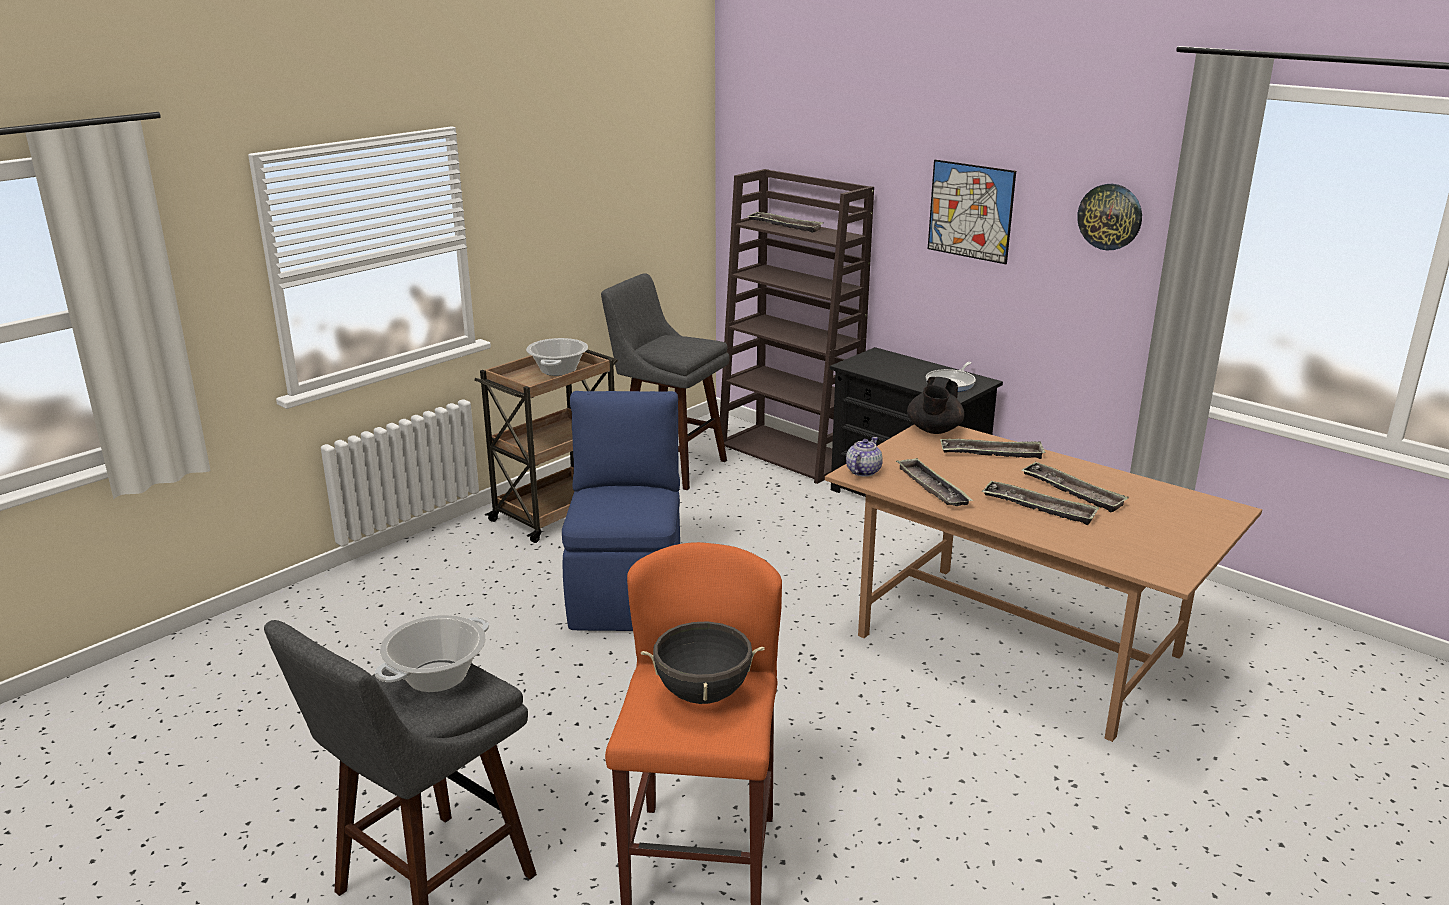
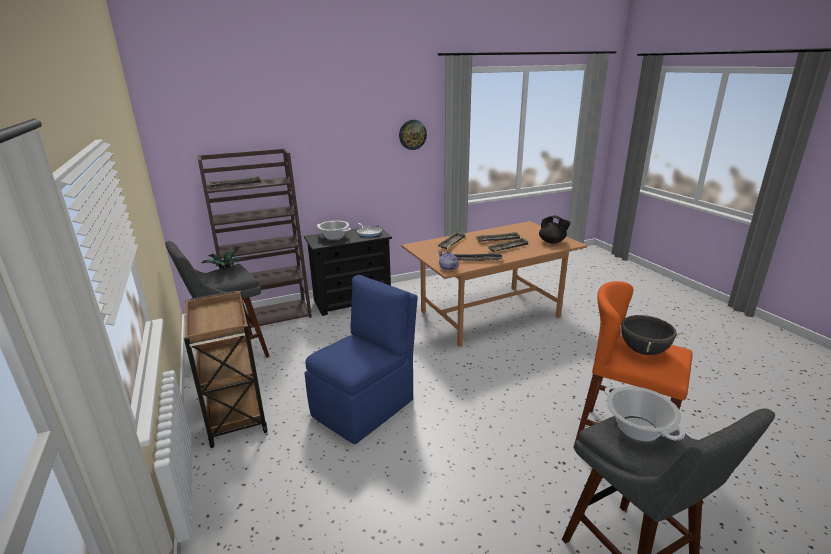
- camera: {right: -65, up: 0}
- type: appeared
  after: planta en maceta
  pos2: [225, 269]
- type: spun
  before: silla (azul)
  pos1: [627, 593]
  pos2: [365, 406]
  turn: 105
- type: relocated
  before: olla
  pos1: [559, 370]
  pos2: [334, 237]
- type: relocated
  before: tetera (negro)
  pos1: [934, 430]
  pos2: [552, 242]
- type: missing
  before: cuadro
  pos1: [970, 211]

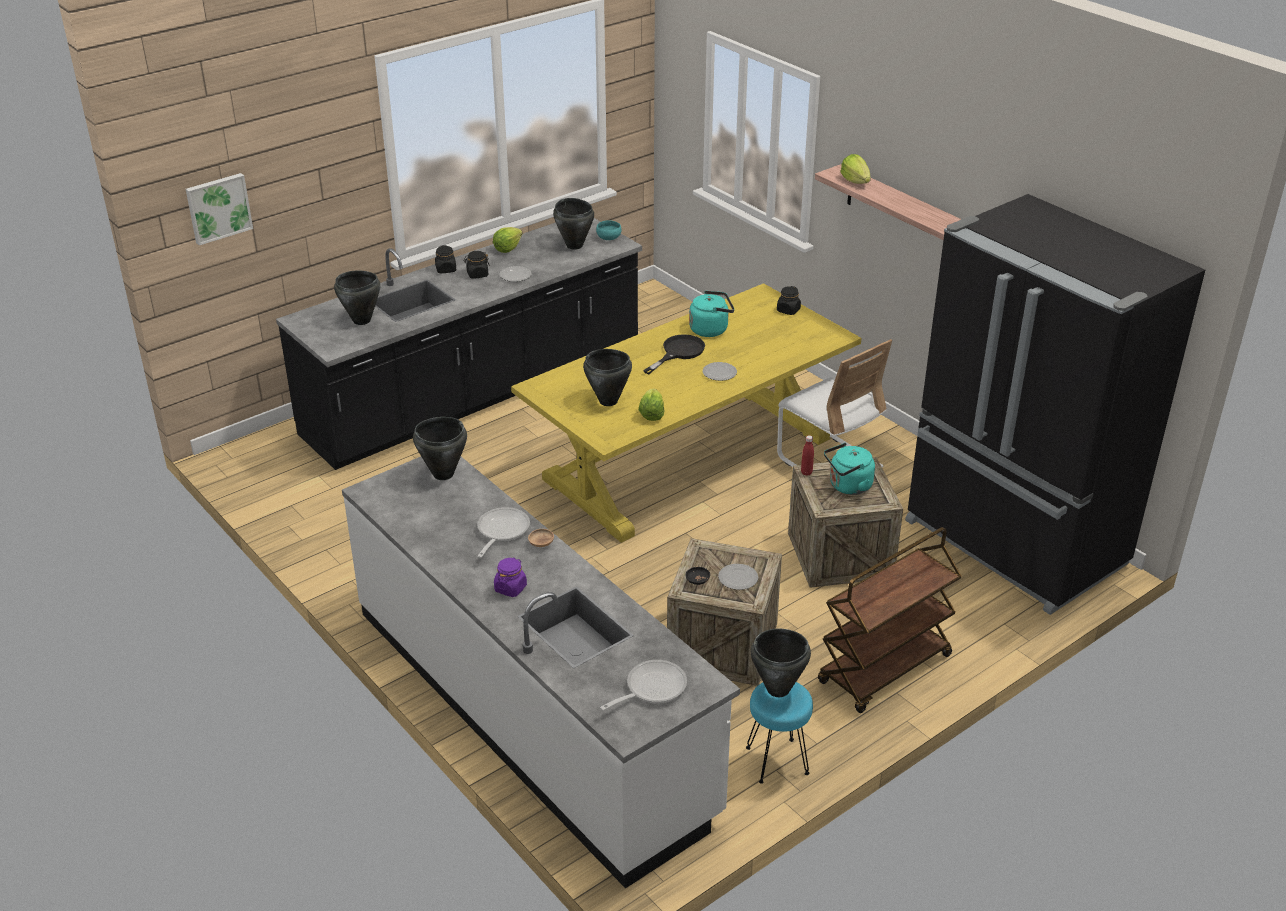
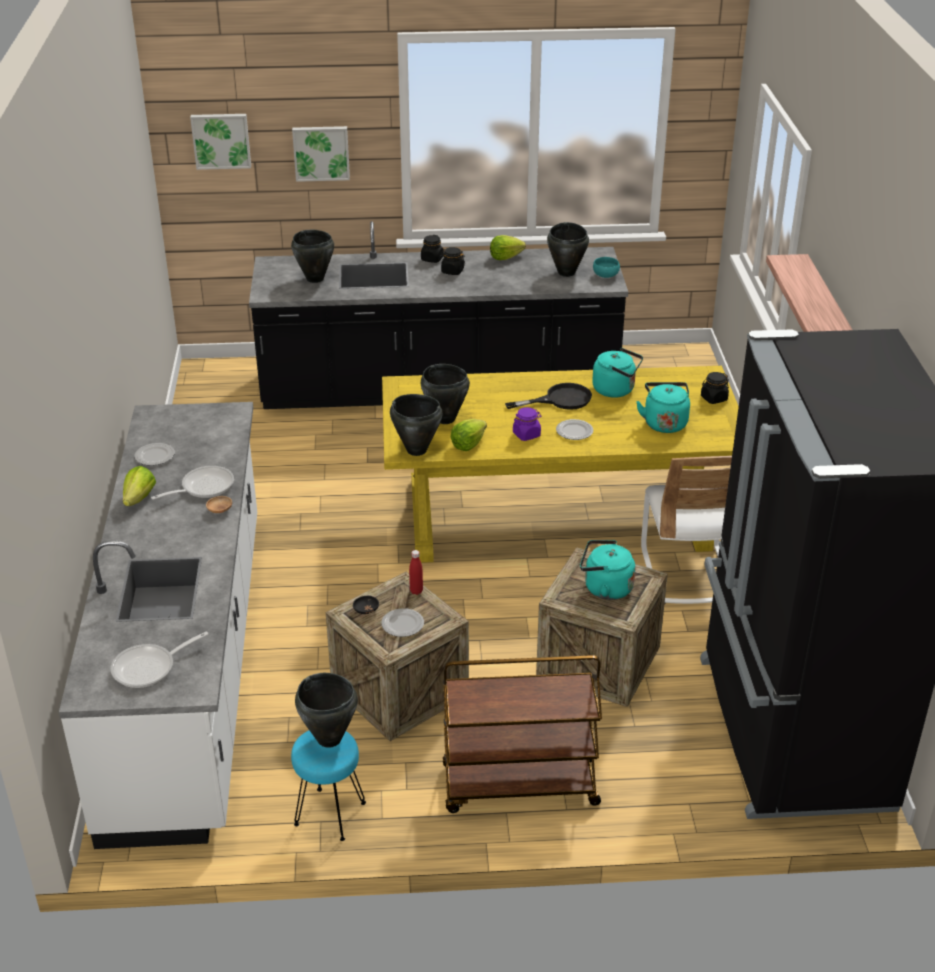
- camera: {right: 35, up: 0}
- type: spun
  before: sartén
  pos1: [651, 688]
  pos2: [149, 668]
  turn: 150
- type: relocated
  before: lechuga
  pos1: [855, 181]
  pos2: [139, 498]
- type: relocated
  before: plato
  pos1: [515, 275]
  pos2: [155, 456]
- type: appeared
  after: cuadro
  pos2: [321, 152]
- type: relocated
  before: olla (negro)
  pos1: [443, 474]
  pos2: [416, 450]
- type: relocated
  before: botella (rojo)
  pos1: [806, 472]
  pos2: [416, 591]
- type: relocated
  before: tarro (morado)
  pos1: [510, 588]
  pos2: [526, 434]
- type: appeared
  after: hervidor (turquesa)
  pos2: [664, 422]

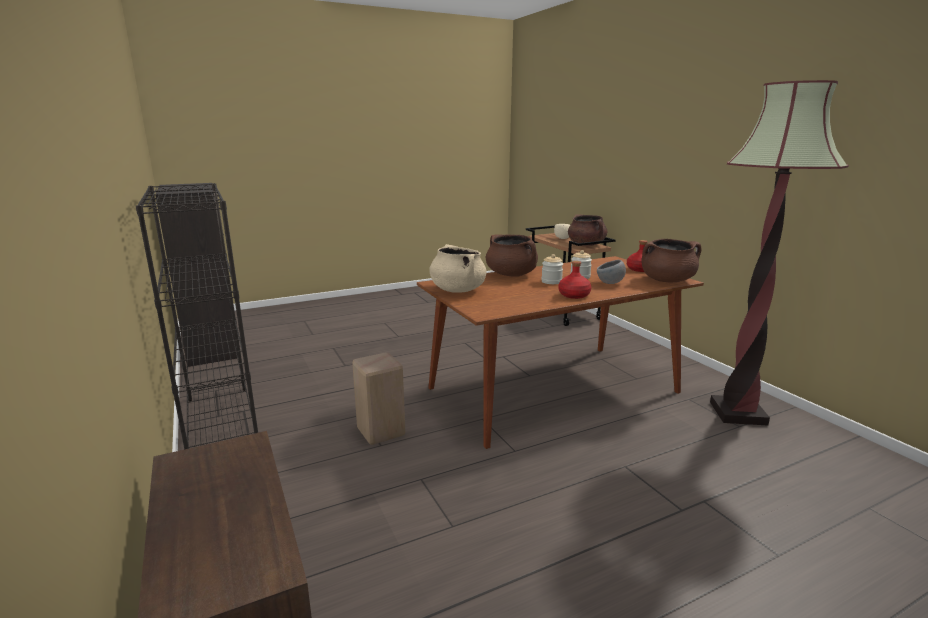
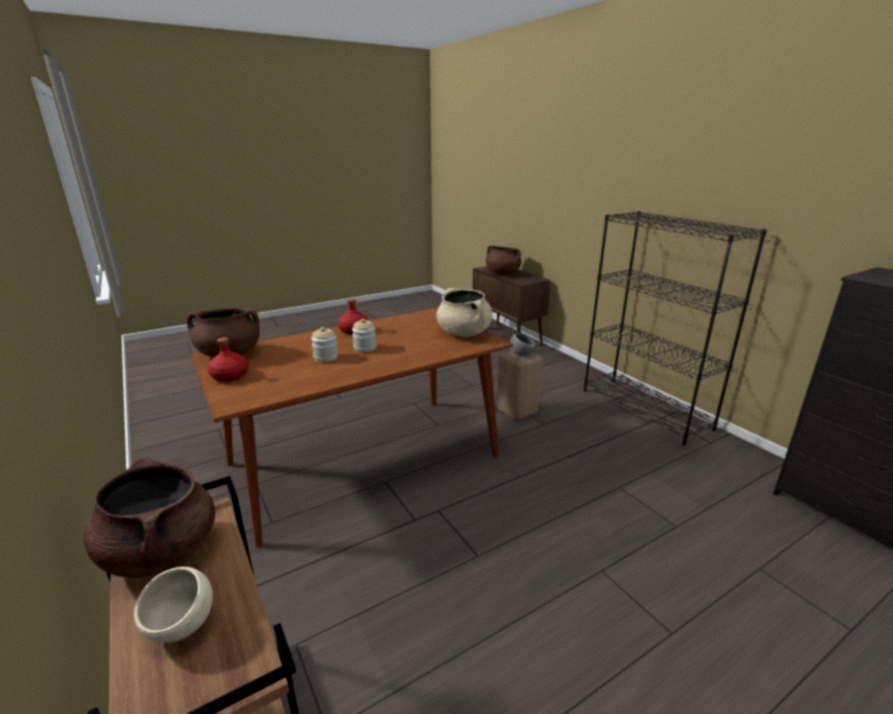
- camera: {right: 175, up: 5}
- type: relocated
  before: olla (marrón)
  pos1: [511, 274]
  pos2: [502, 273]
- type: relocated
  before: cuenco (gris)
  pos1: [610, 283]
  pos2: [521, 354]
- type: missing
  before: lámpara de pie
  pos1: [737, 413]

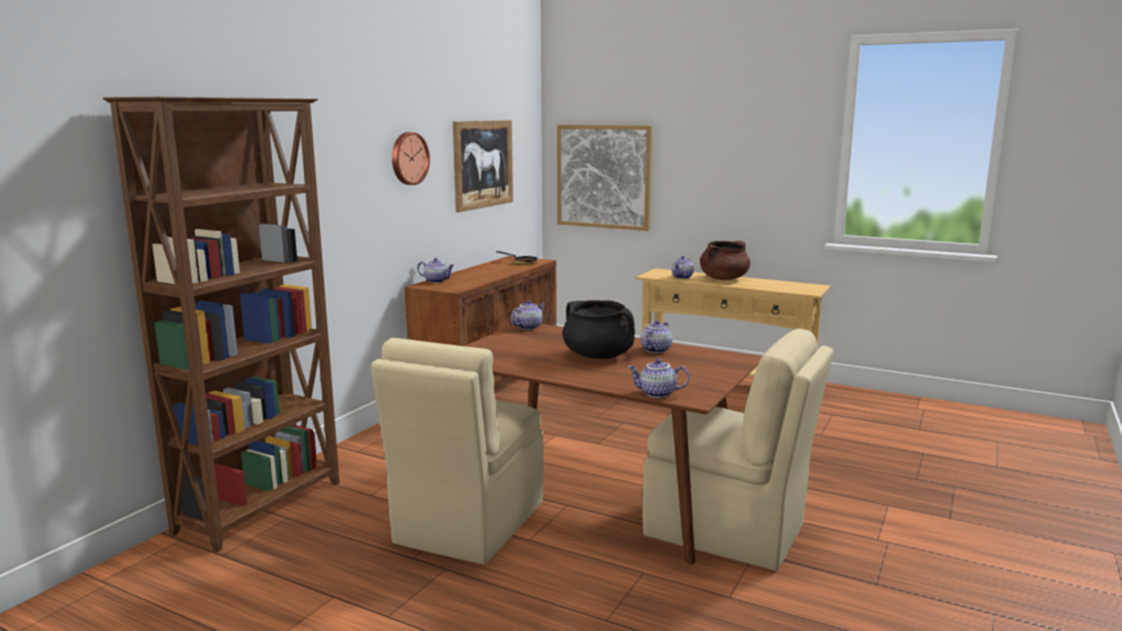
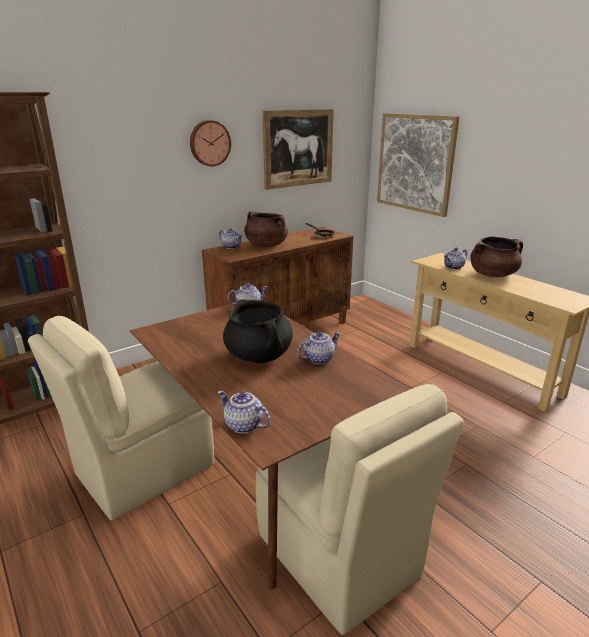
- camera: {right: 25, up: 10}
- type: appeared
  after: olla (marrón)
  pos2: [266, 245]

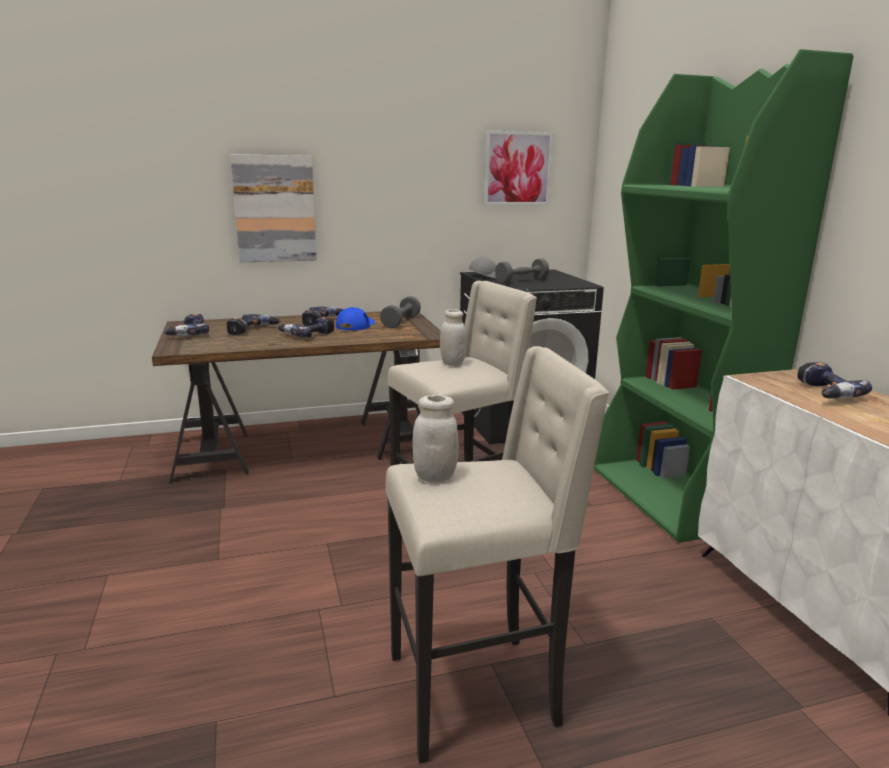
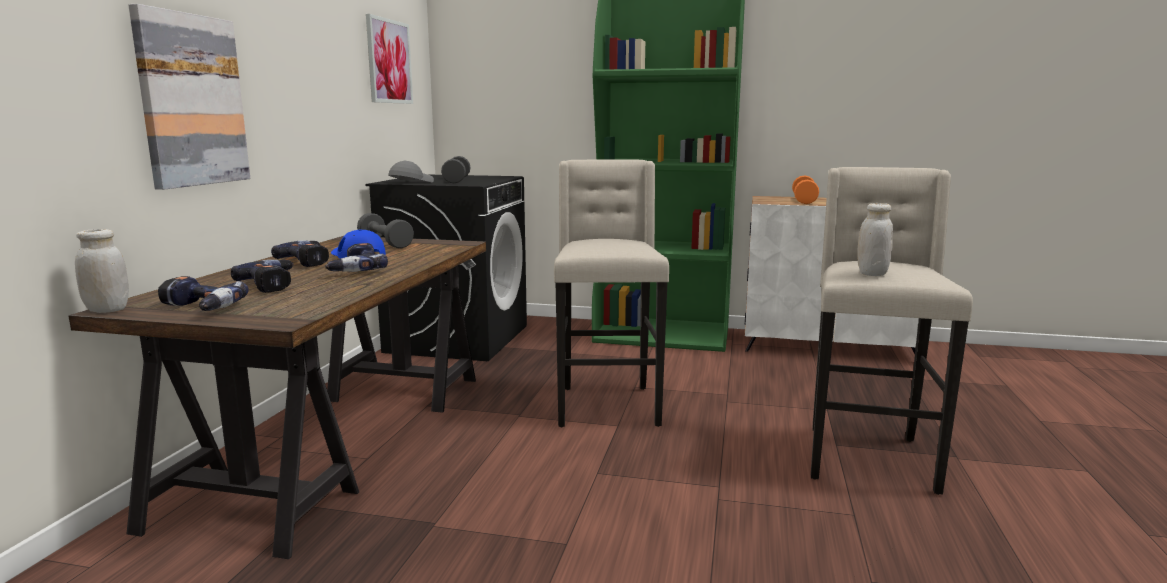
- camera: {right: -60, up: -5}
- type: relocated
  before: tarro (blanco)
  pos1: [452, 363]
  pos2: [107, 310]
- type: exchanged
  before: taladro
  after: mancuerna (naranja)
  pos1: [823, 393]
  pos2: [804, 200]

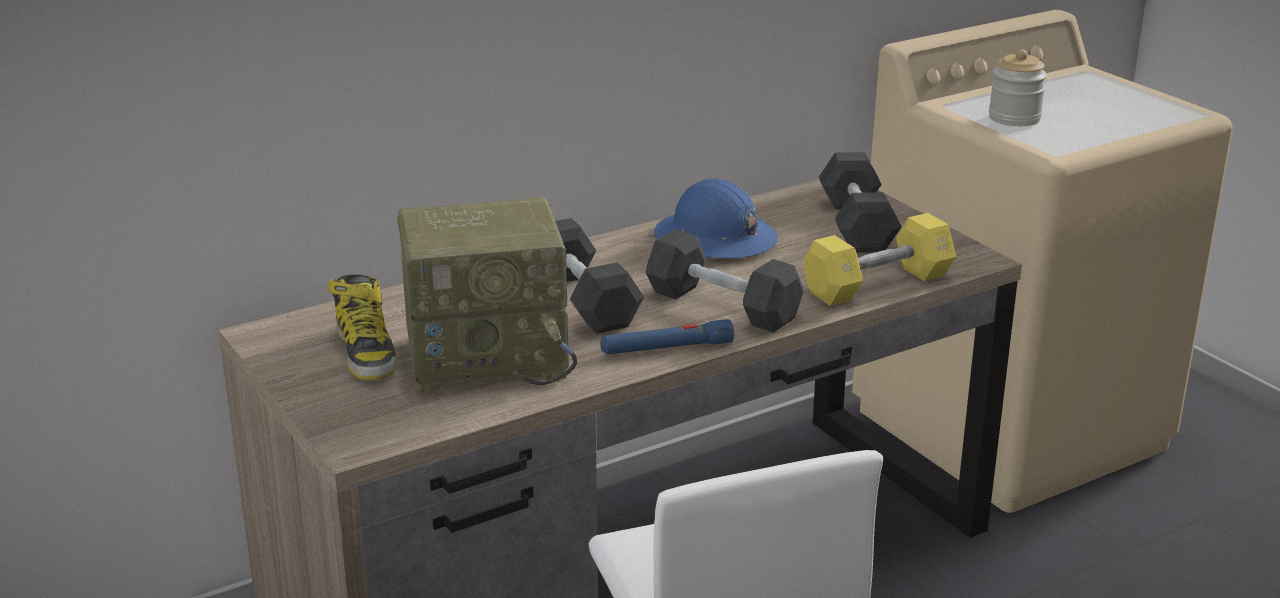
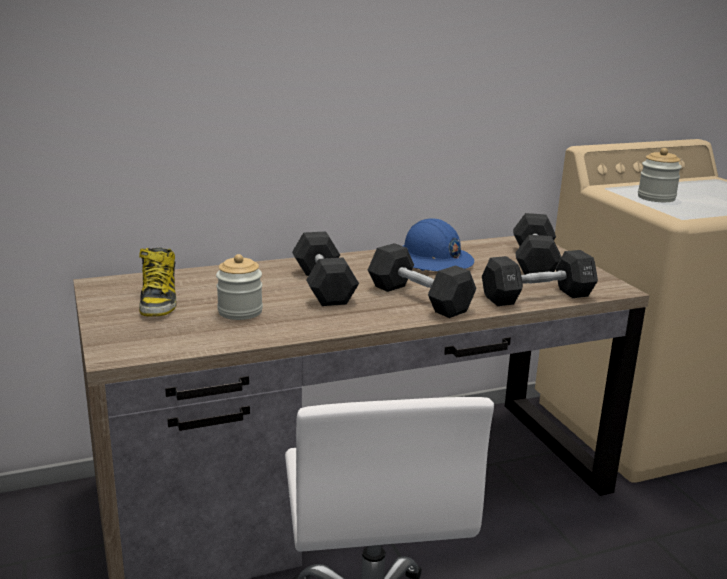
- camera: {right: 10, up: -5}
- type: exchanged
  before: radio
  after: tarro
  pos1: [489, 356]
  pos2: [240, 312]
- type: colour
  before: mancuerna (amarillo)
  after: mancuerna (negro)
  pos1: [877, 284]
  pos2: [537, 296]
- type: missing
  before: linterna (azul)
  pos1: [666, 348]

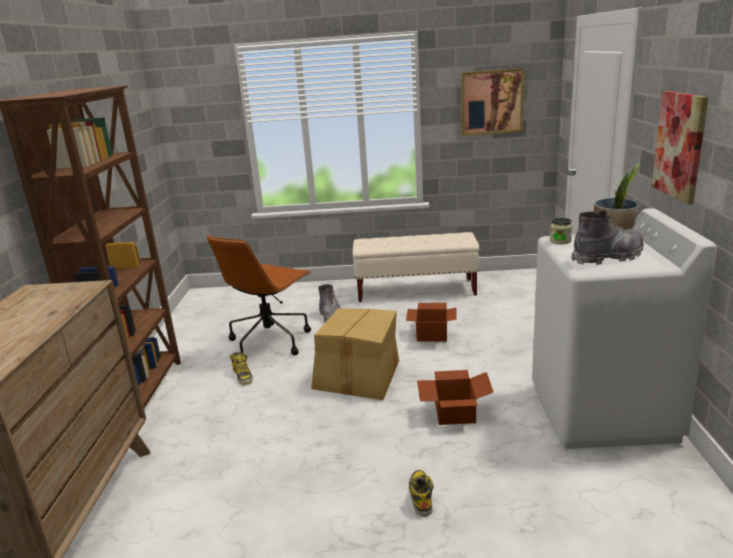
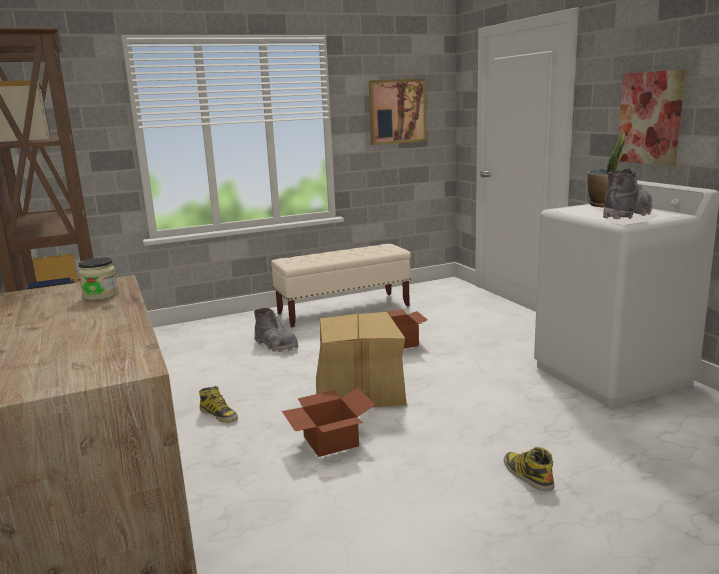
- camera: {right: -25, up: -5}
- type: relocated
  before: tarro
  pos1: [560, 241]
  pos2: [101, 295]
- type: relocated
  before: caja de cartón
  pos1: [453, 412]
  pos2: [329, 441]
- type: missing
  before: silla de oficina (marrón)
  pos1: [270, 341]

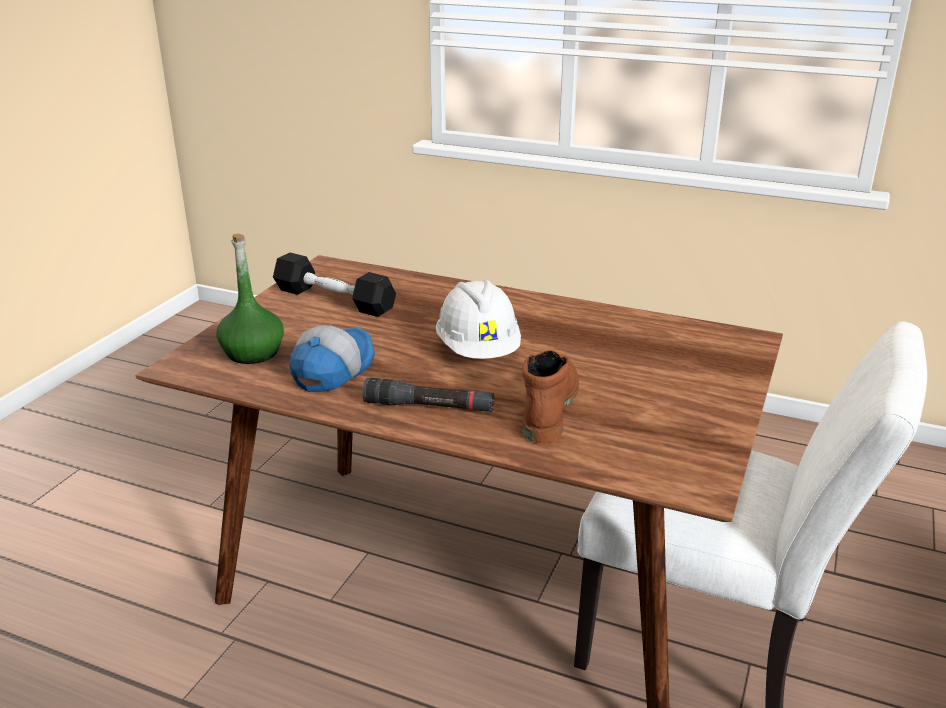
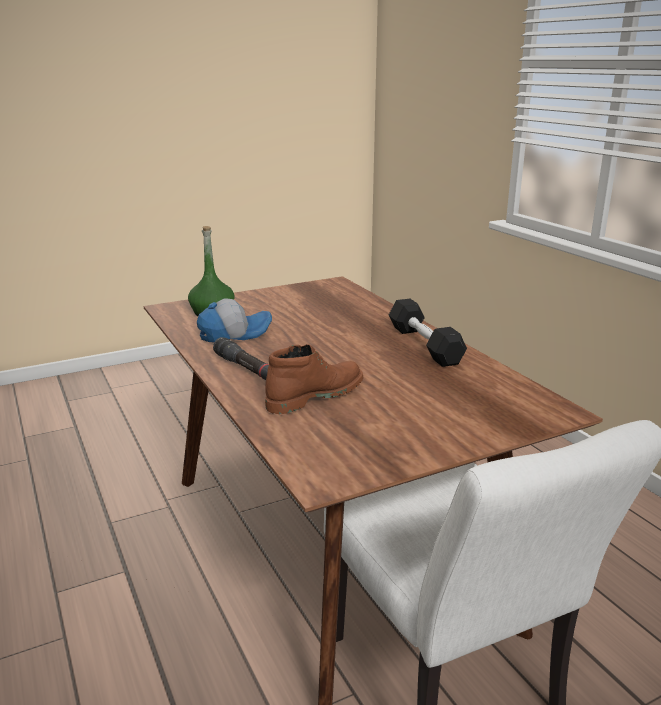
- camera: {right: 40, up: -5}
- type: relocated
  before: mancuerna (negro)
  pos1: [334, 300]
  pos2: [424, 345]
- type: missing
  before: casco (blanco)
  pos1: [478, 351]

